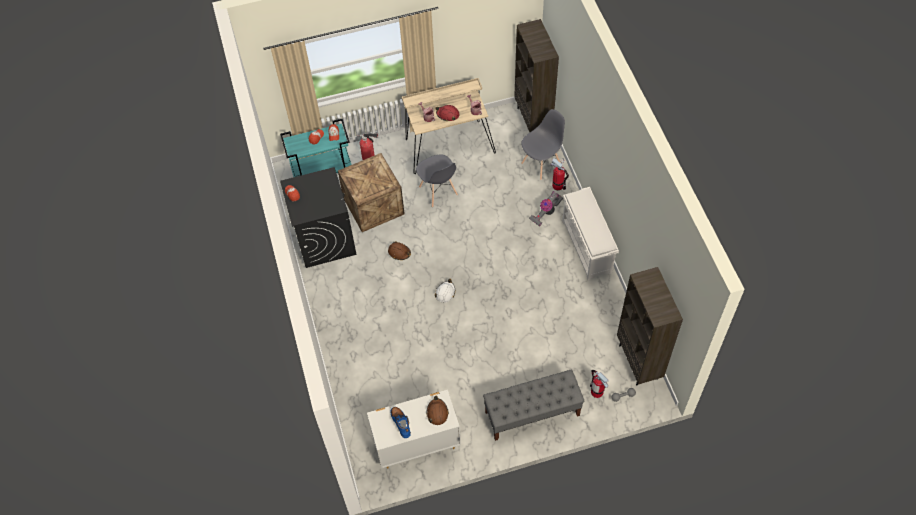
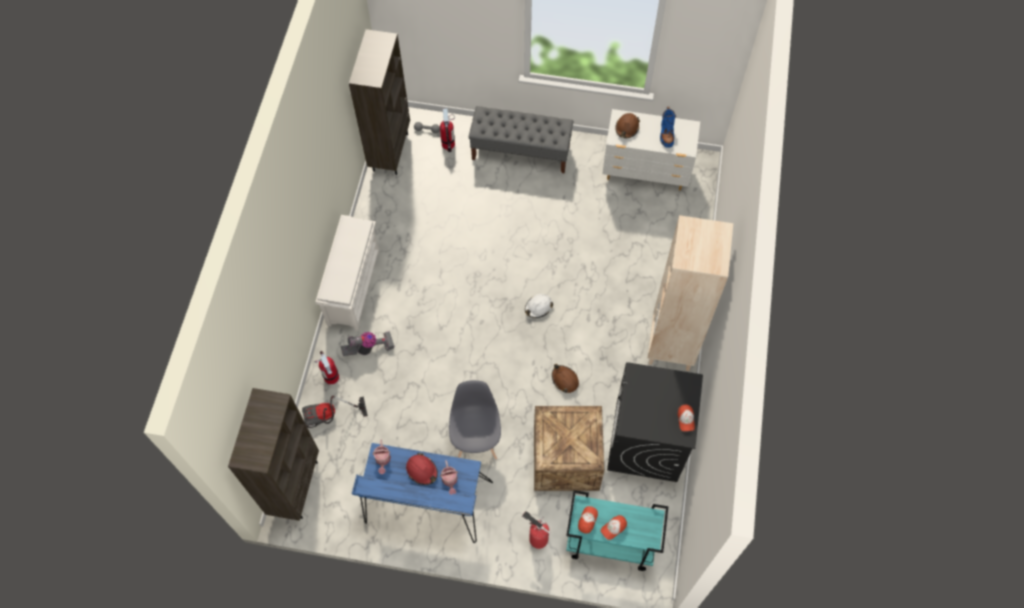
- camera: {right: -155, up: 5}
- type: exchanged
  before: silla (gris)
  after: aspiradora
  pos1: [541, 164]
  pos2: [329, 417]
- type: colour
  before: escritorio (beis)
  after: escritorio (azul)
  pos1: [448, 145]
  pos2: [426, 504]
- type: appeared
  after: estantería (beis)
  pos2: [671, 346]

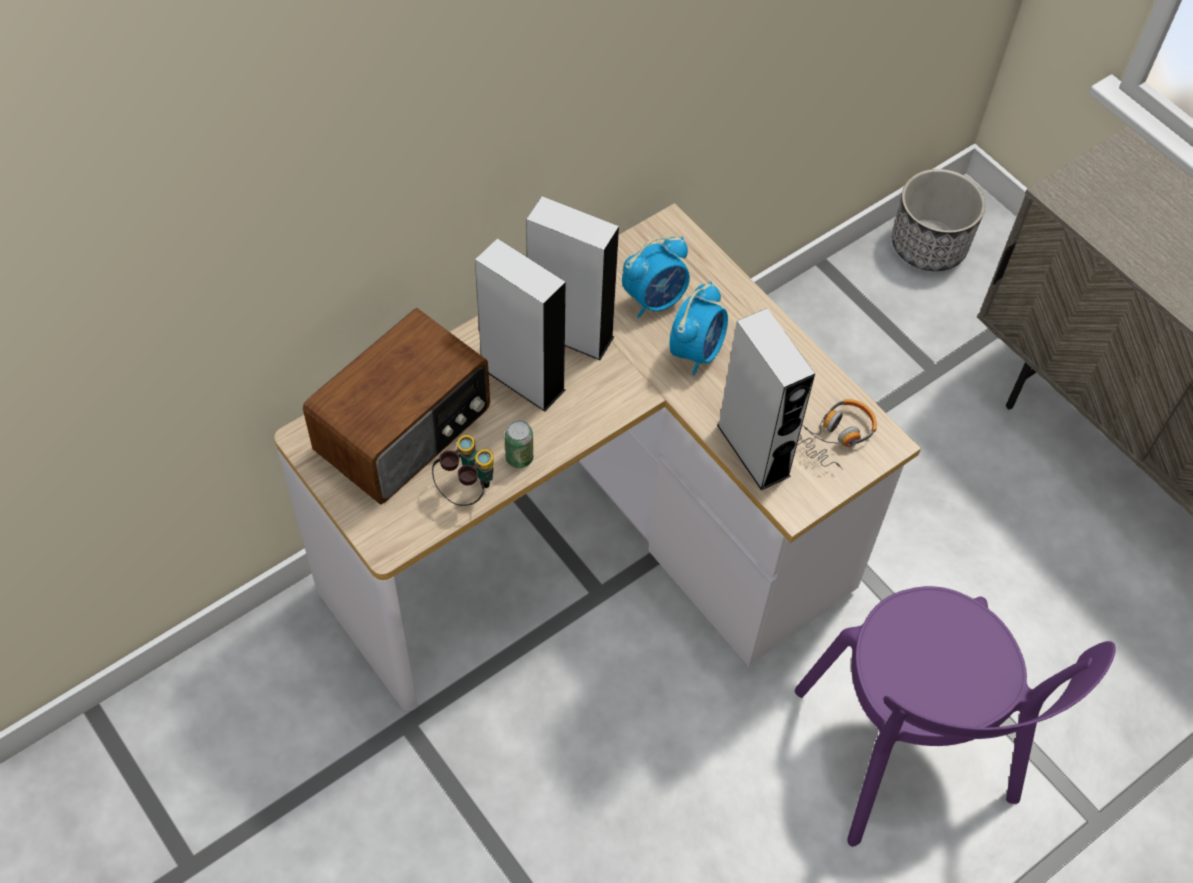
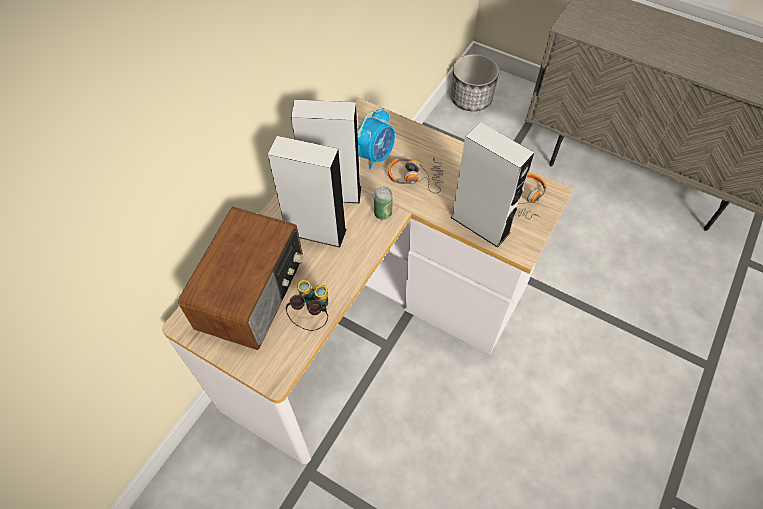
- camera: {right: -20, up: 0}
- type: relocated
  before: lata
  pos1: [519, 458]
  pos2: [383, 213]
- type: exchanged
  before: despertador
  after: auriculares
  pos1: [696, 351]
  pos2: [415, 177]
- type: missing
  before: silla (morado)
  pos1: [908, 755]

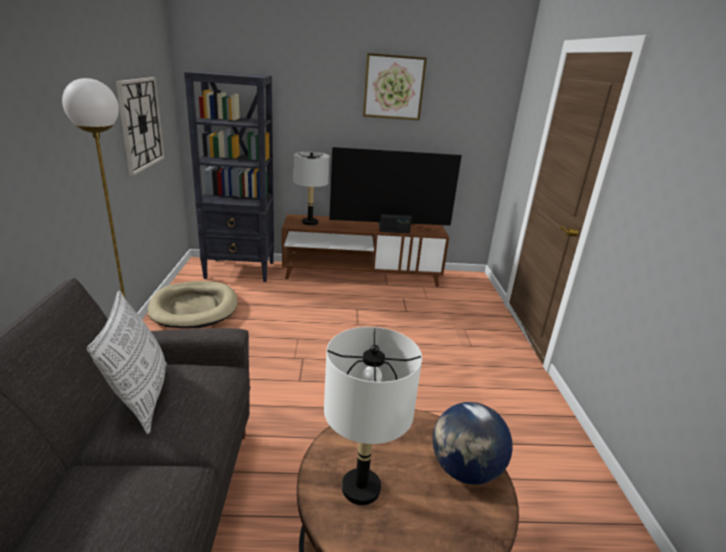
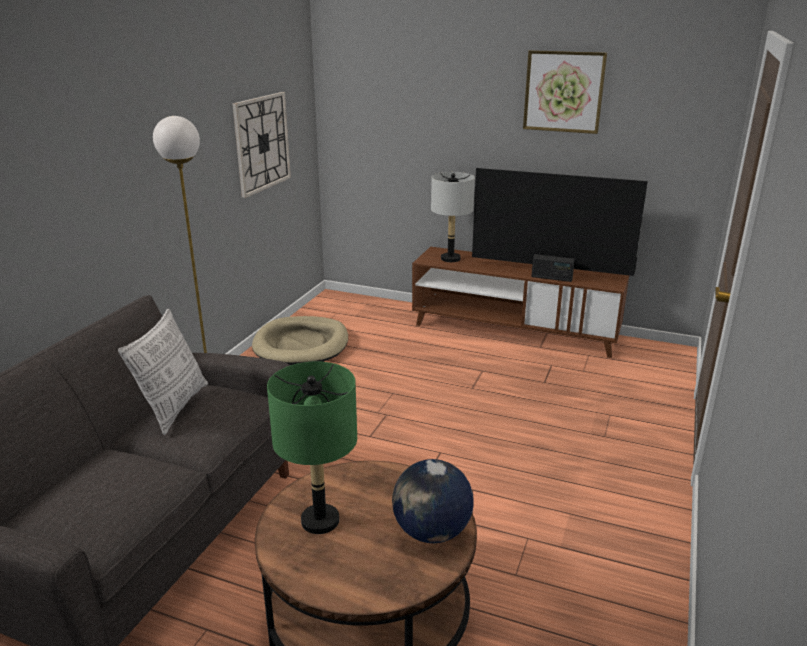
- camera: {right: 25, up: 0}
- type: colour
  before: lámpara de mesa (blanco)
  after: lámpara de mesa (verde)
  pos1: [361, 489]
  pos2: [320, 521]
- type: missing
  before: estantería (negro)
  pos1: [240, 270]

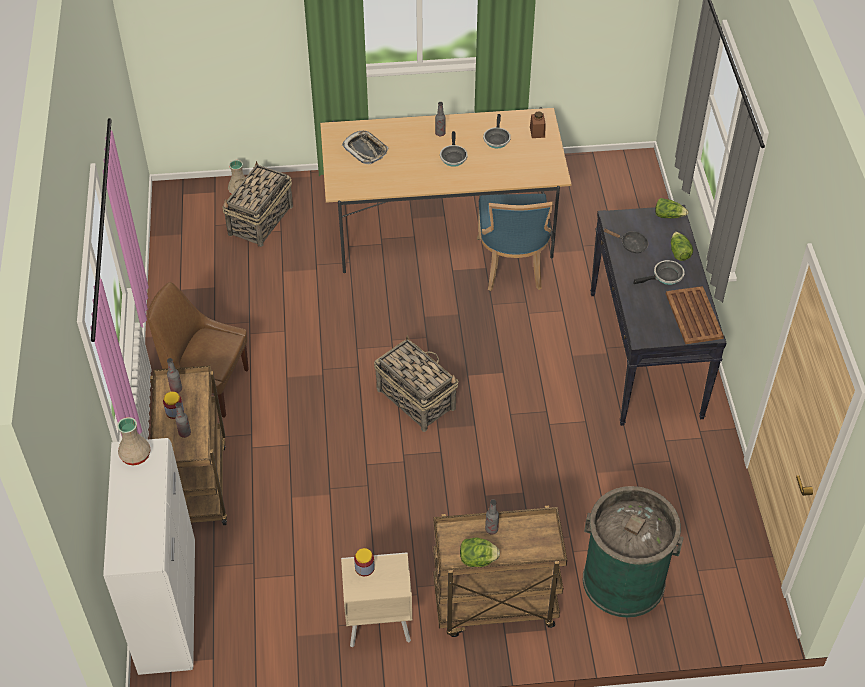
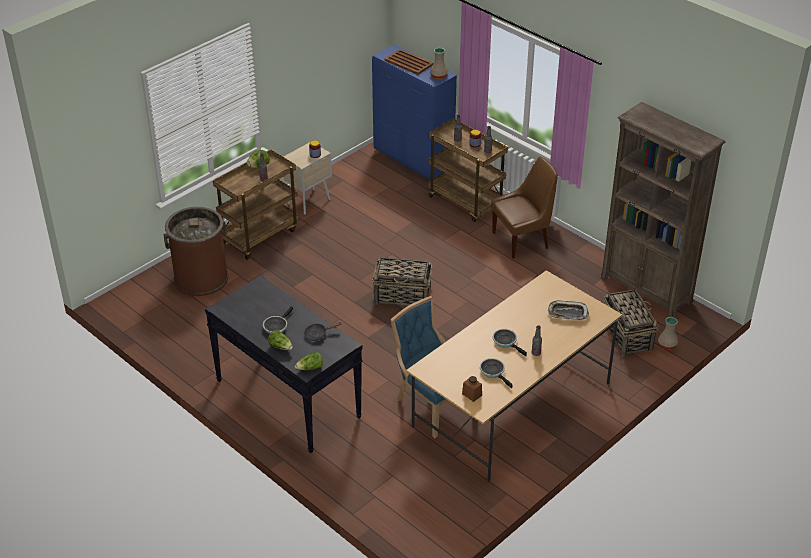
- camera: {right: 140, up: -10}
- type: colour
  before: papelera (verde)
  after: papelera (marrón)
  pos1: [623, 581]
  pos2: [201, 278]
- type: colour
  before: armario (blanco)
  after: armario (azul)
  pos1: [168, 607]
  pos2: [414, 160]
- type: relocated
  before: bandeja (marrón)
  pos1: [694, 316]
  pos2: [408, 62]
- type: appeared
  after: estantería (marrón)
  pos2: [646, 290]

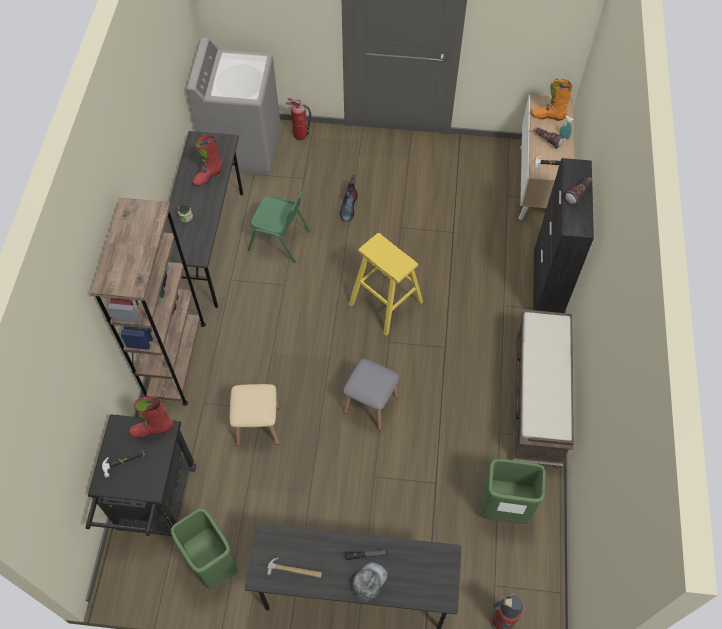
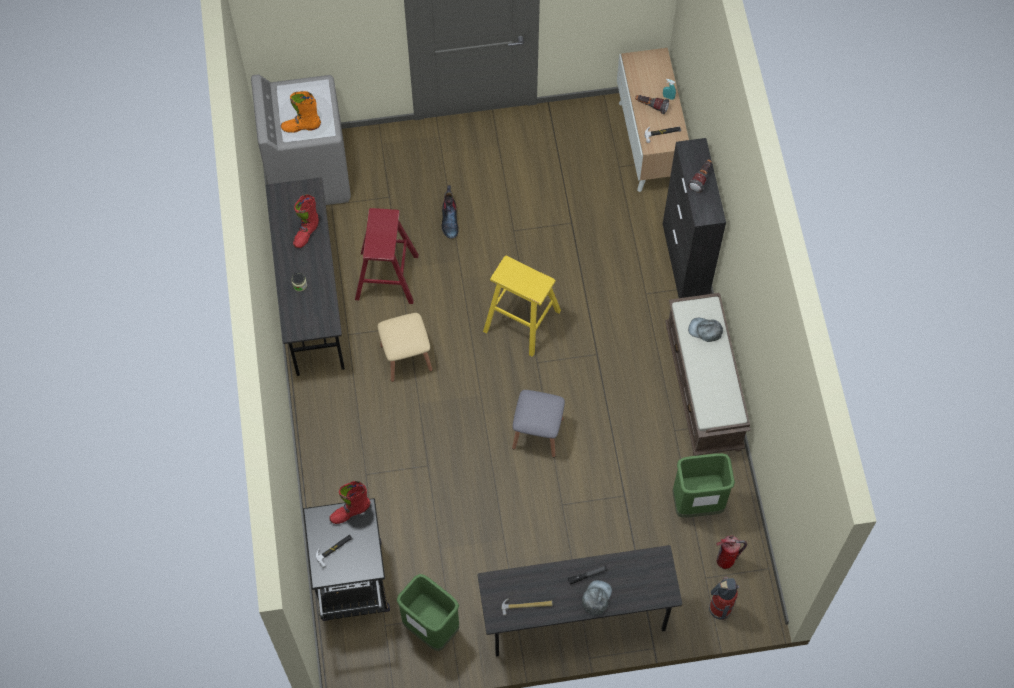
- camera: {right: -15, up: 5}
- type: relocated
  before: bota (naranja)
  pos1: [548, 116]
  pos2: [301, 126]
- type: exchanged
  before: silla (verde)
  after: taburete (rojo)
  pos1: [280, 241]
  pos2: [387, 277]
- type: relocated
  before: taburete (beis)
  pos1: [258, 425]
  pos2: [406, 358]
- type: appeared
  after: gorra (gris)
  pos2: [705, 330]
- type: relocated
  before: extintor
  pos1: [300, 135]
  pos2: [725, 561]
- type: missing
  before: estantería (marrón)
  pos1: [176, 361]

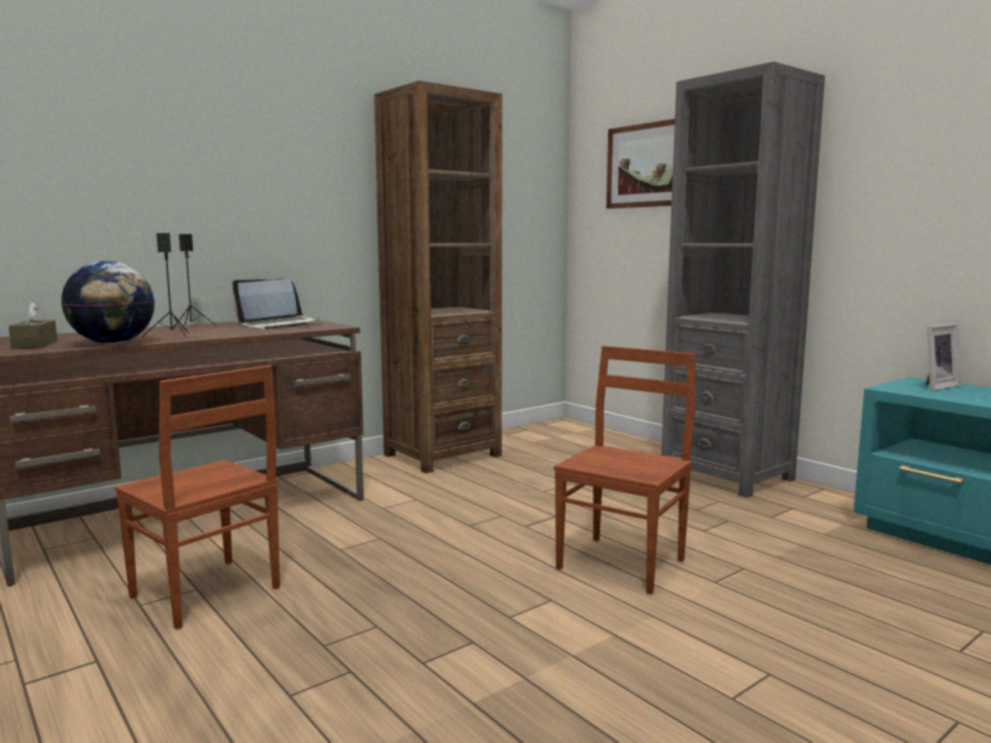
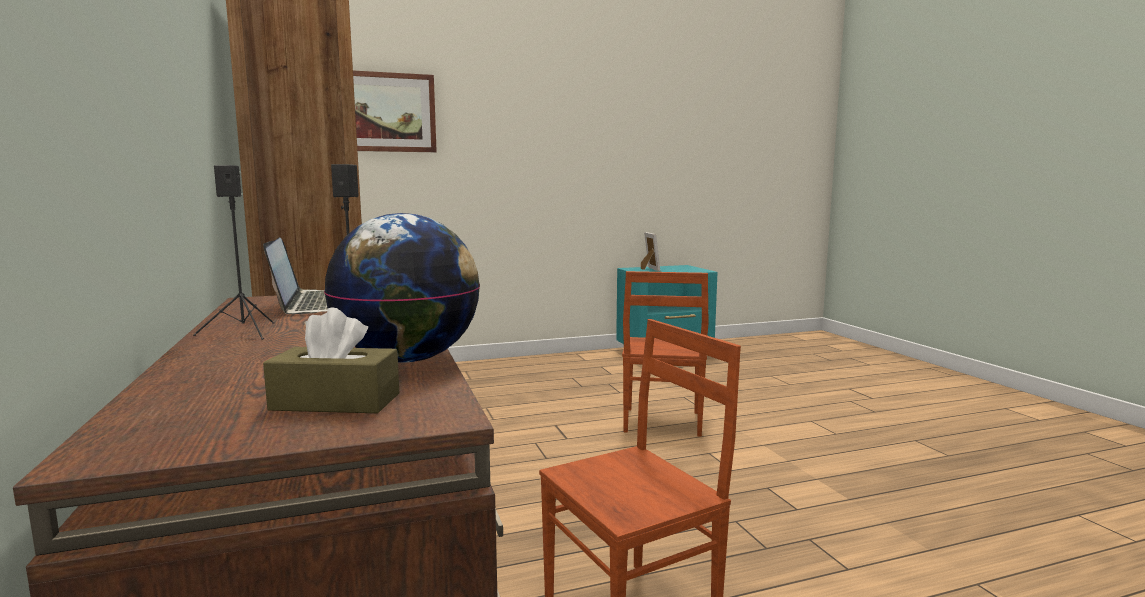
- camera: {right: -70, up: 0}
- type: spun
  before: silla (marrón)
  pos1: [623, 564]
  pos2: [661, 422]
  turn: -135
- type: missing
  before: estantería (gris)
  pos1: [727, 475]

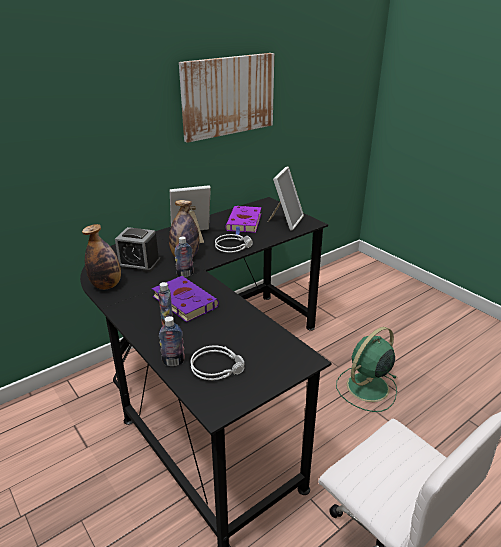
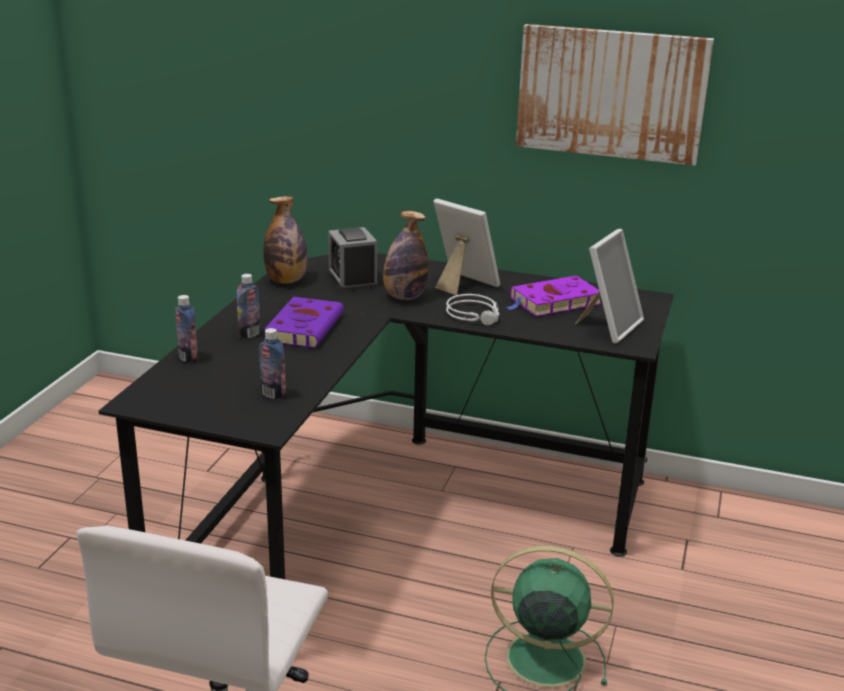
- camera: {right: 55, up: -5}
- type: relocated
  before: botella
  pos1: [185, 274]
  pos2: [273, 394]
- type: spun
  before: portarretratos
  pos1: [285, 221]
  pos2: [608, 326]
  turn: -45
- type: missing
  before: auriculares (gris)
  pos1: [218, 366]

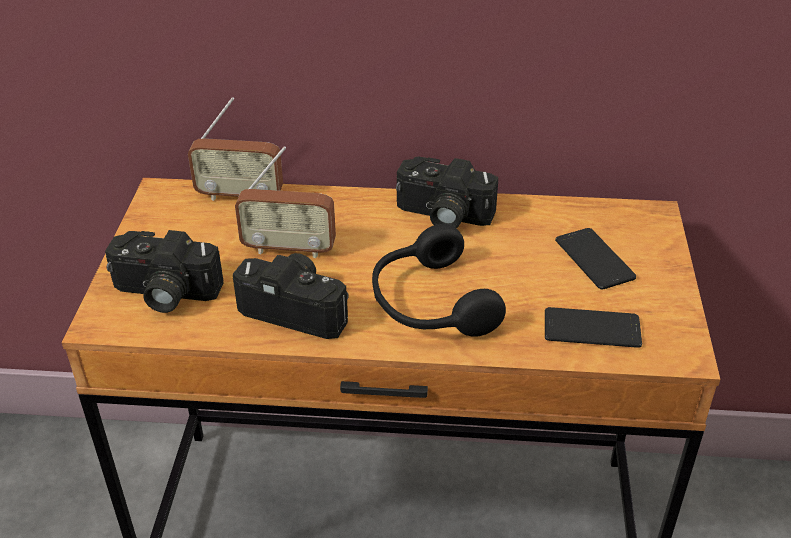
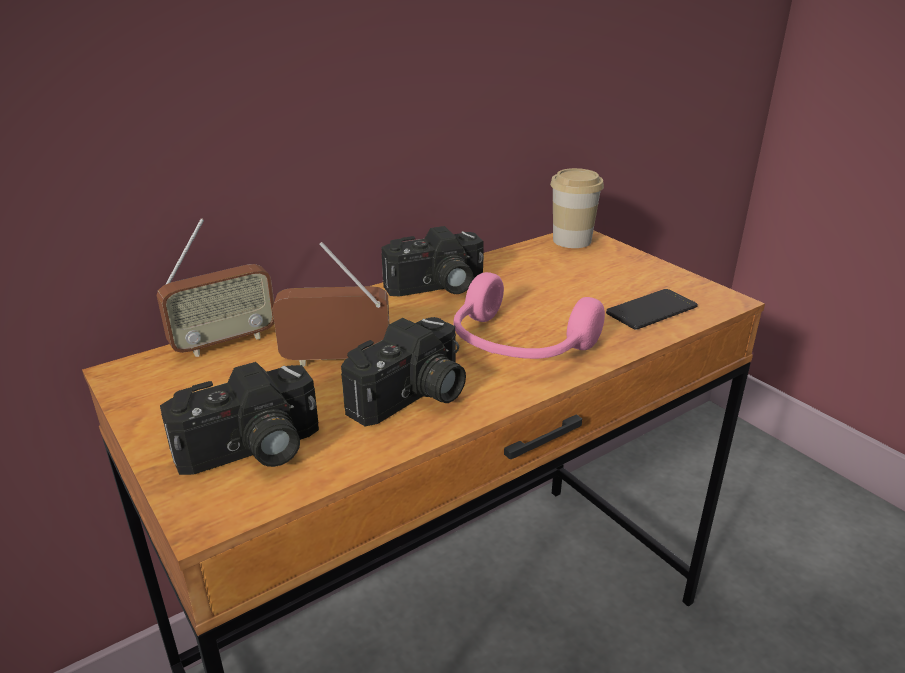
- camera: {right: -40, up: -10}
- type: spun
  before: radio
  pos1: [289, 249]
  pos2: [336, 360]
  turn: -150
- type: spun
  before: cámara
  pos1: [298, 307]
  pos2: [413, 398]
  turn: 150
- type: colour
  before: auriculares (negro)
  after: auriculares (rosa)
  pos1: [429, 303]
  pos2: [517, 345]
- type: appeared
  after: taza
  pos2: [572, 240]
- type: missing
  before: móvil
  pos1: [594, 259]

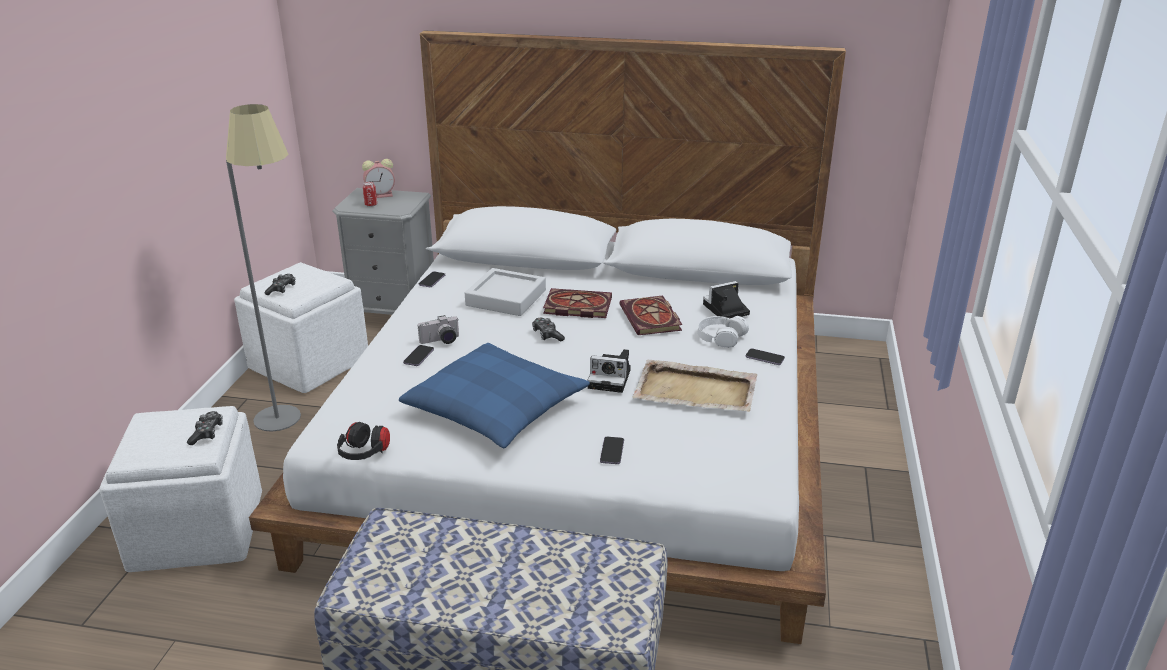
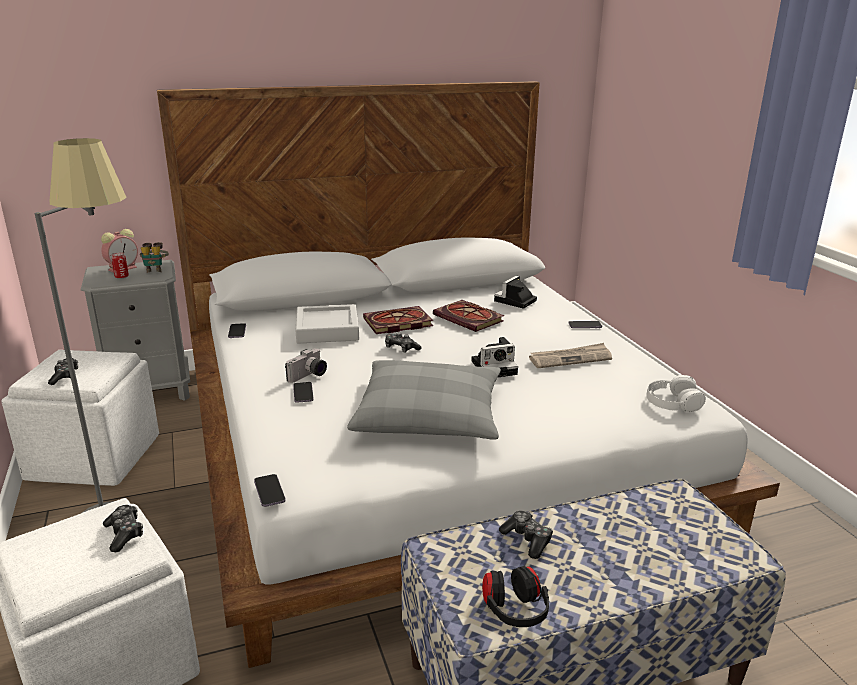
- camera: {right: -30, up: -5}
- type: appeared
  after: prismáticos
  pos2: [155, 270]
- type: relocated
  before: móvil
  pos1: [612, 451]
  pos2: [269, 491]
- type: colour
  before: cojín (azul)
  after: cojín (gris)
  pos1: [496, 409]
  pos2: [429, 415]
- type: relocated
  before: auriculares (negro)
  pos1: [364, 455]
  pos2: [514, 612]
- type: appeared
  after: mando de consola
  pos2: [527, 540]
- type: exchanged
  before: bandeja (beis)
  after: periódico
  pos1: [696, 390]
  pos2: [570, 358]
- type: relocated
  before: auriculares (blanco)
  pos1: [720, 337]
  pos2: [672, 402]

